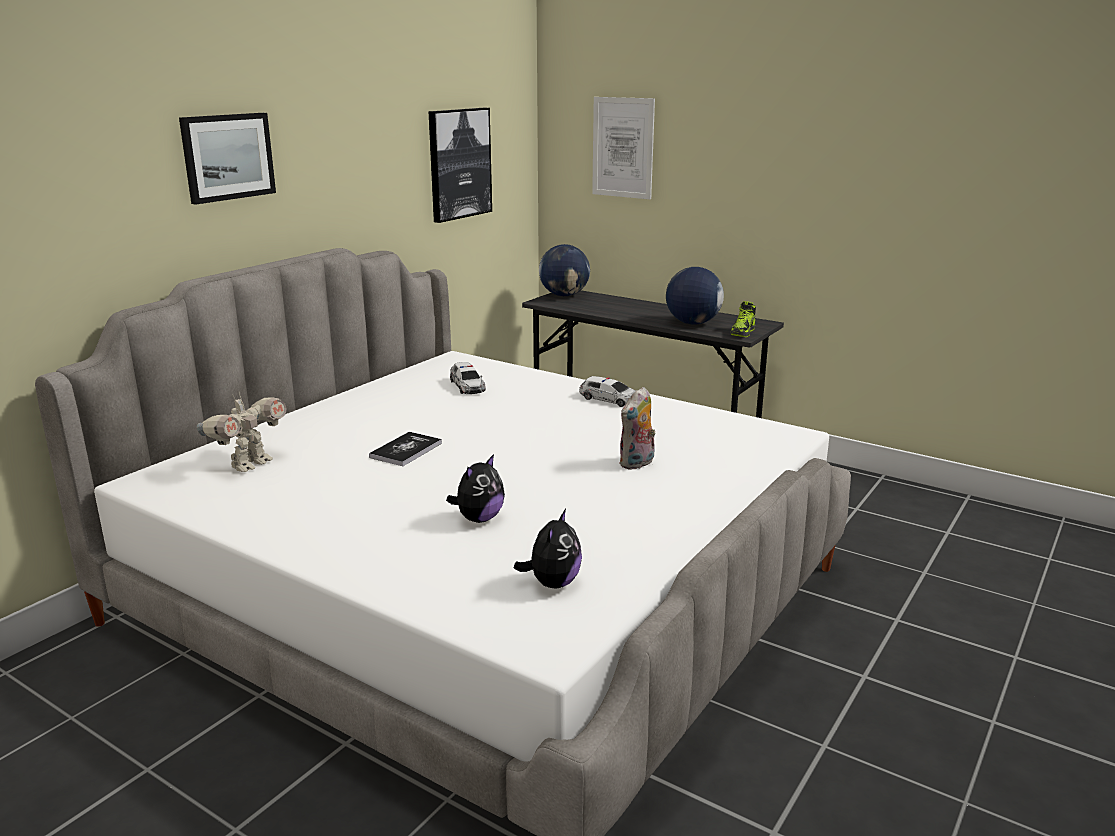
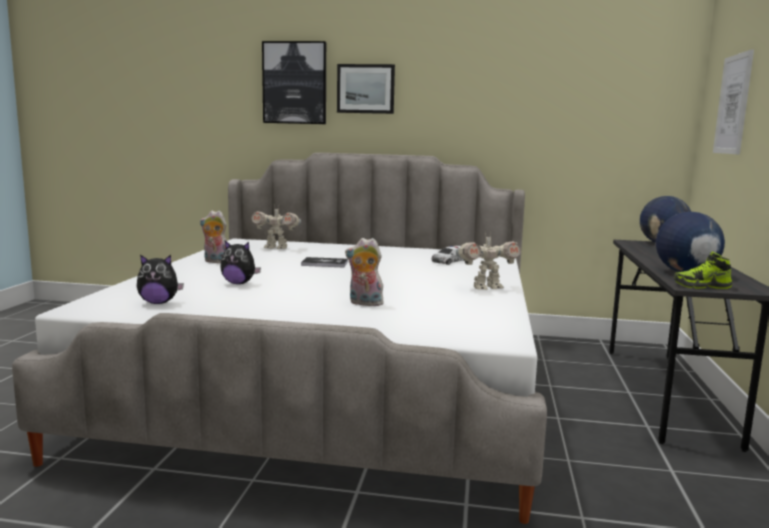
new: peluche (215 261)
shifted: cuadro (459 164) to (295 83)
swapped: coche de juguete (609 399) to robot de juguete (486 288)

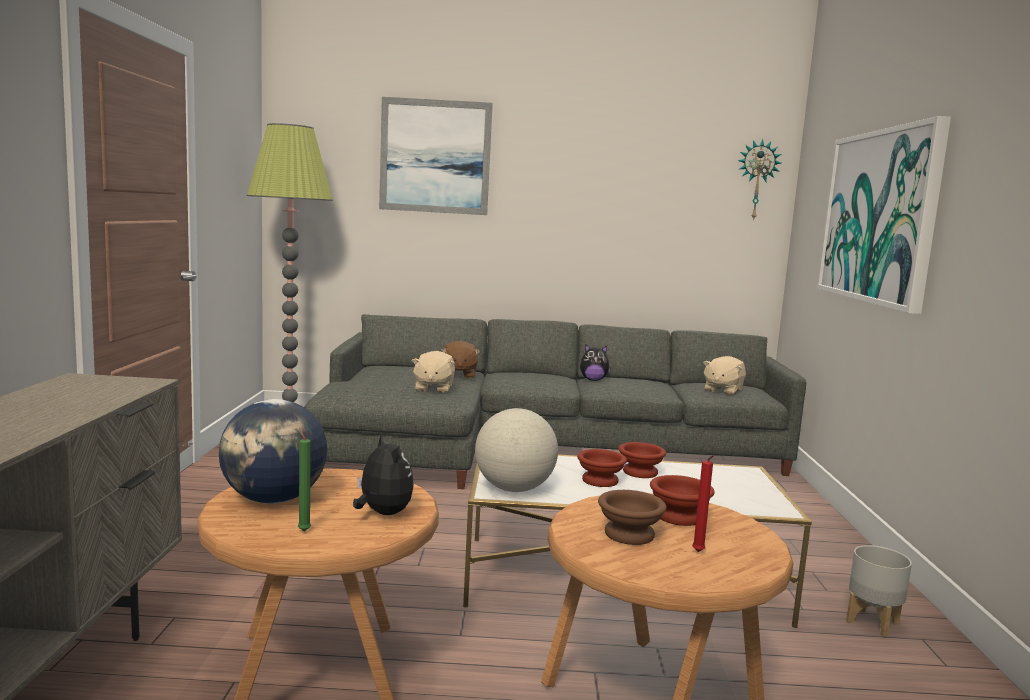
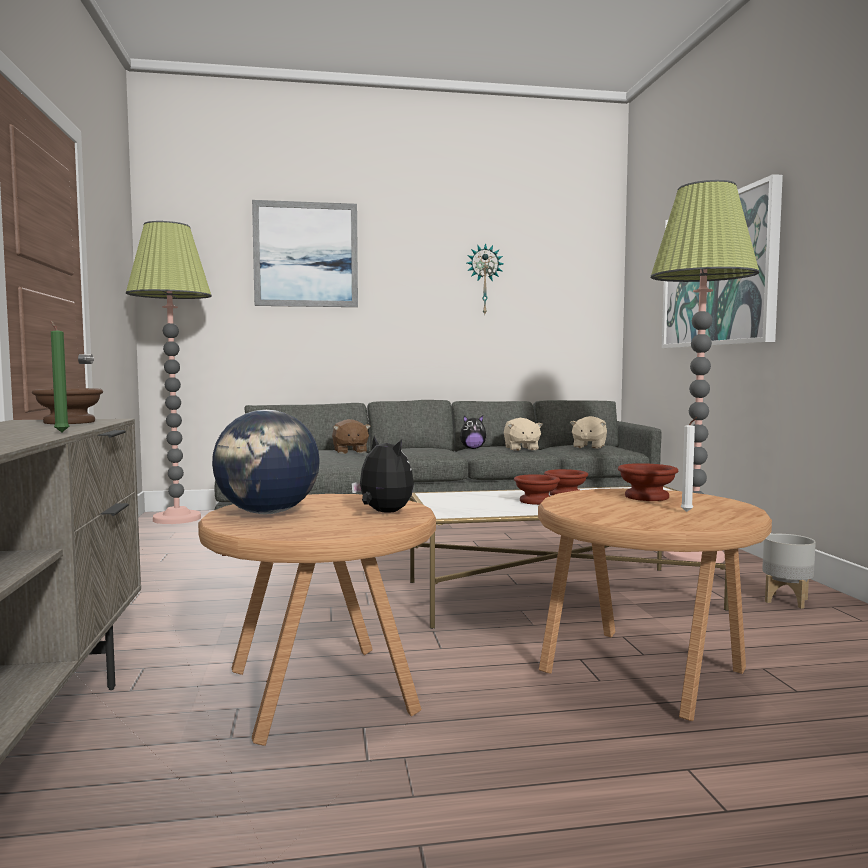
gone: globo terráqueo (514 489)
new: lámpara de pie (693 556)
shifted: vela (verde) (303 530) to (61 432); peluche (beis) (433 388) to (521 449); cuenco (marrón) (628 535) to (67 422); reloj de pared (756 180) to (484 279)
repainted: vela (rojo) (698 553) to vela (blanco) (688 512)

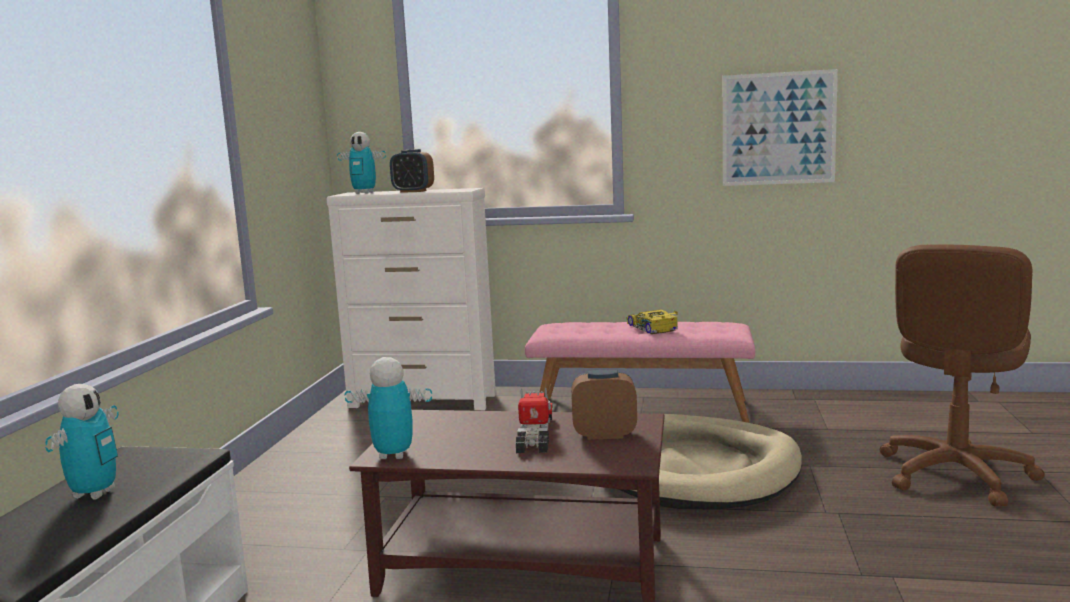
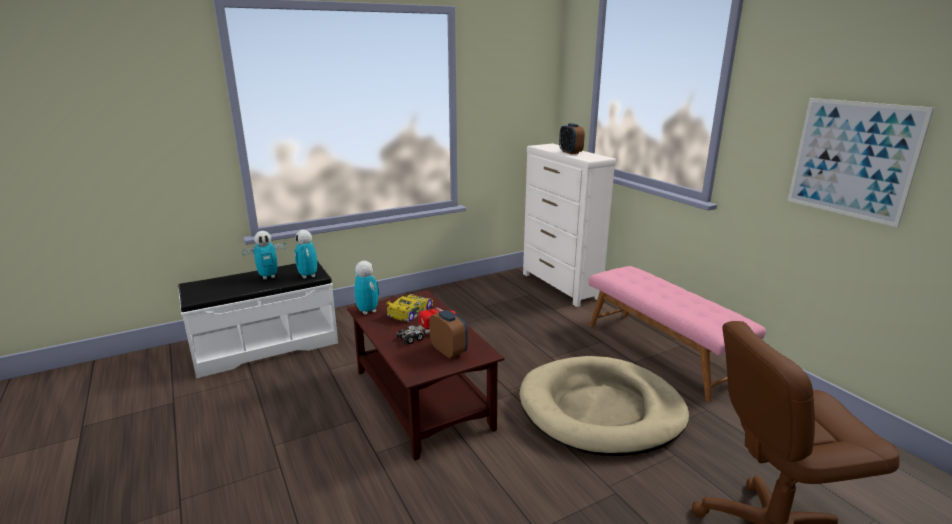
shifted: robot de juguete (364 193) to (308 276); coche de juguete (652 328) to (409 312)

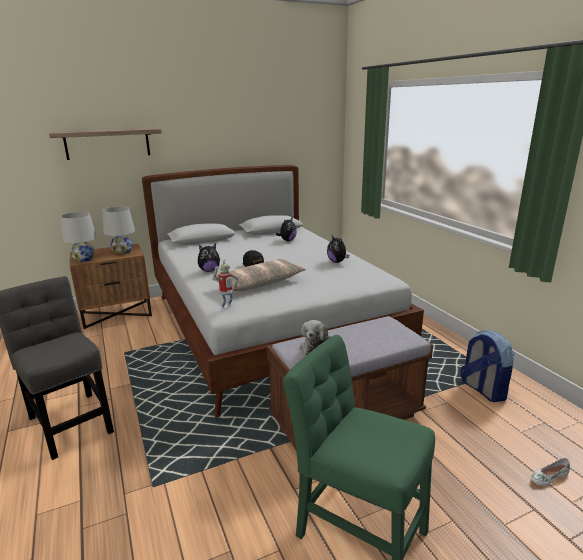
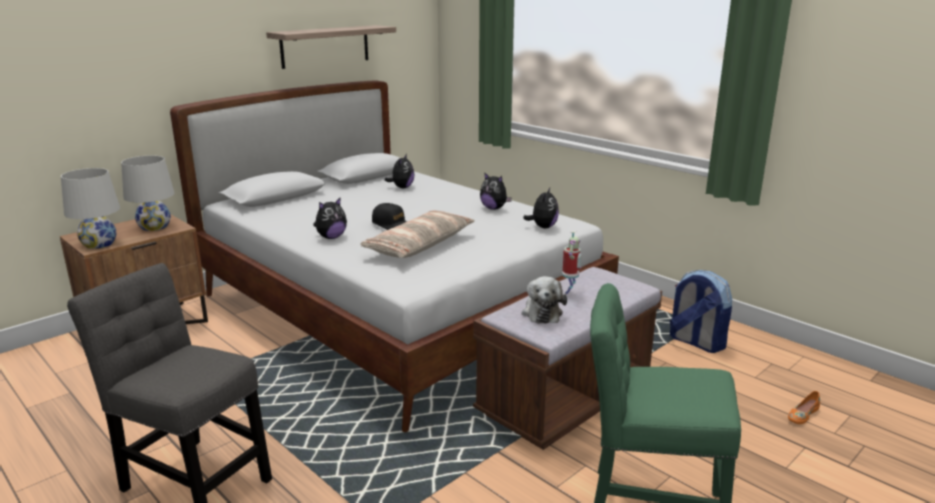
new: peluche (543 227)
shifted: estante (107 143) to (325 46); robot de juguete (227 307) to (569 294)
repainted: zapato (blanco) (548 476) to zapato (naranja) (802 414)

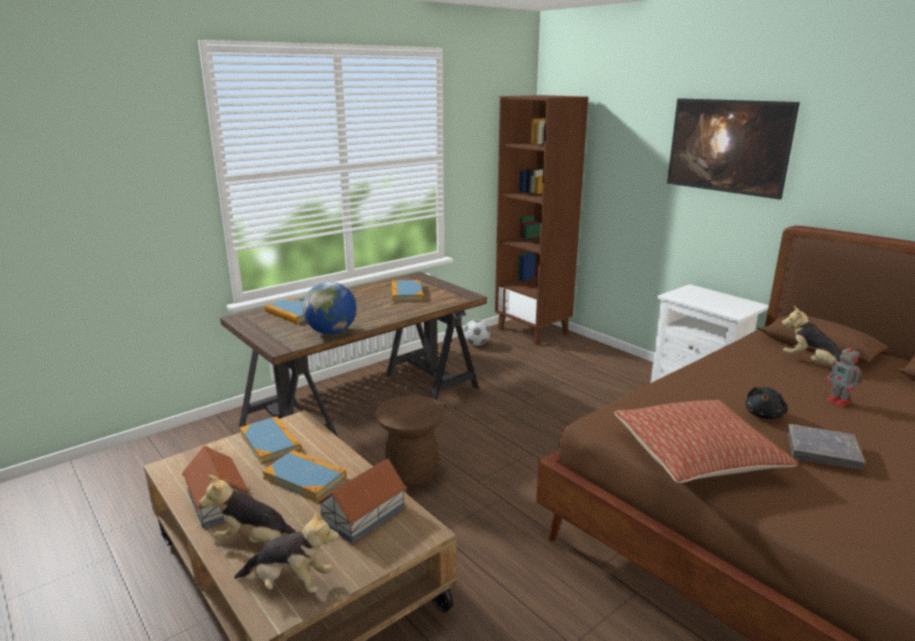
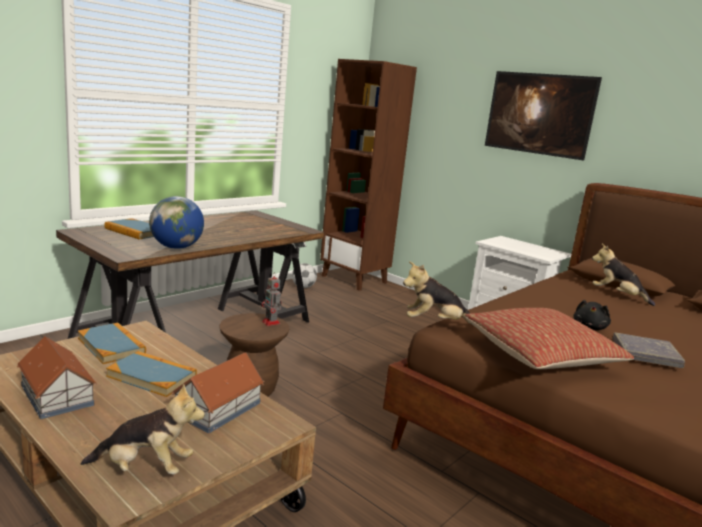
gone: libro (406 293)
shifted: peluche (257 541) to (434 323); robot de juguete (839 402) to (271 323)

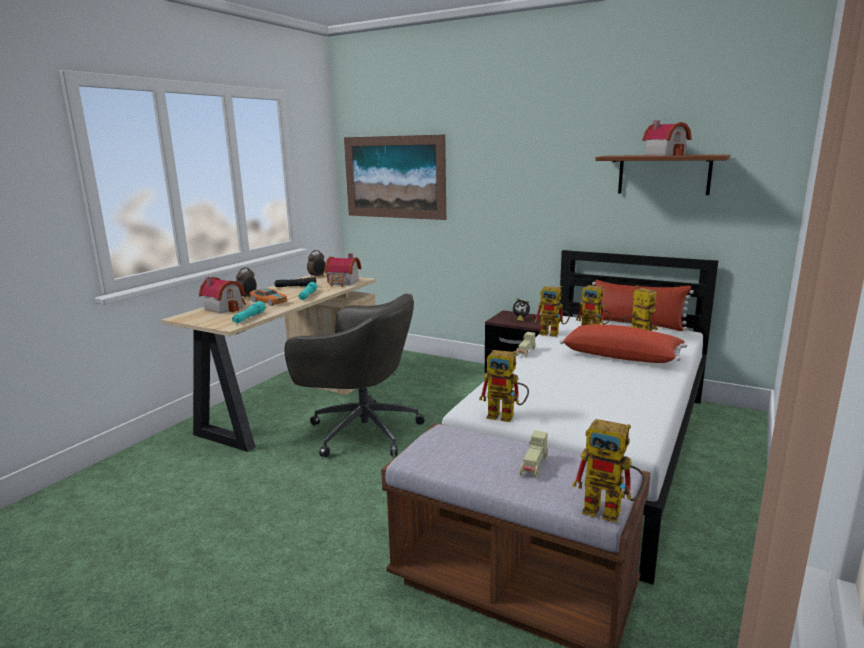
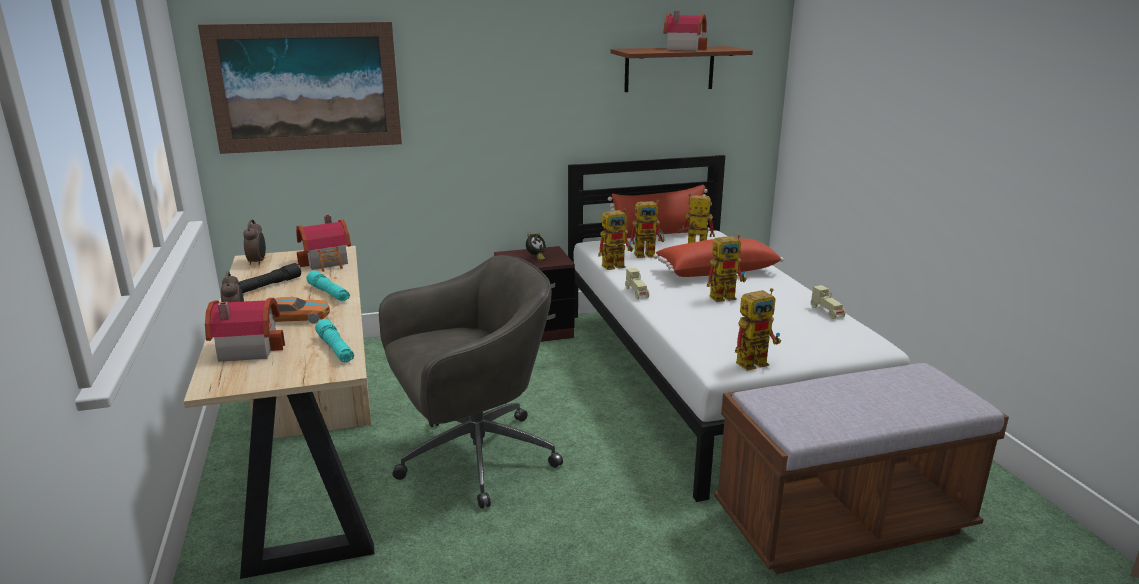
shifted: coche de juguete (beis) (534 466) to (827 312); robot de juguete (611 511) to (726 296)

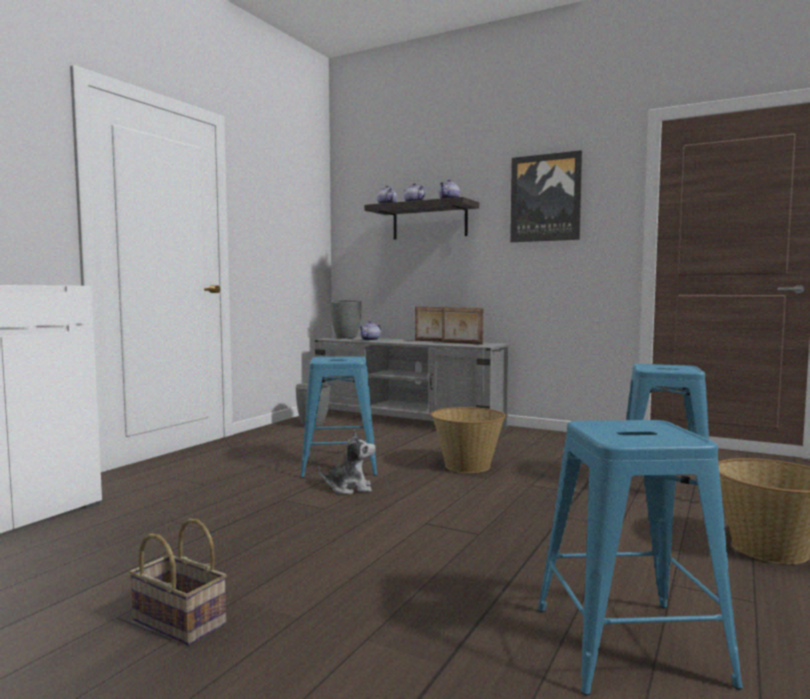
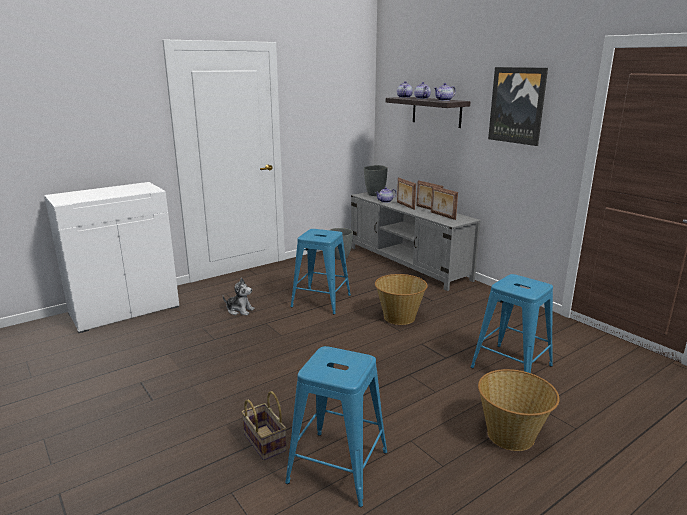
new: portarretratos (405 206)
shifted: cesta (176 622) to (263 442); peluche (349 488) to (239 310)

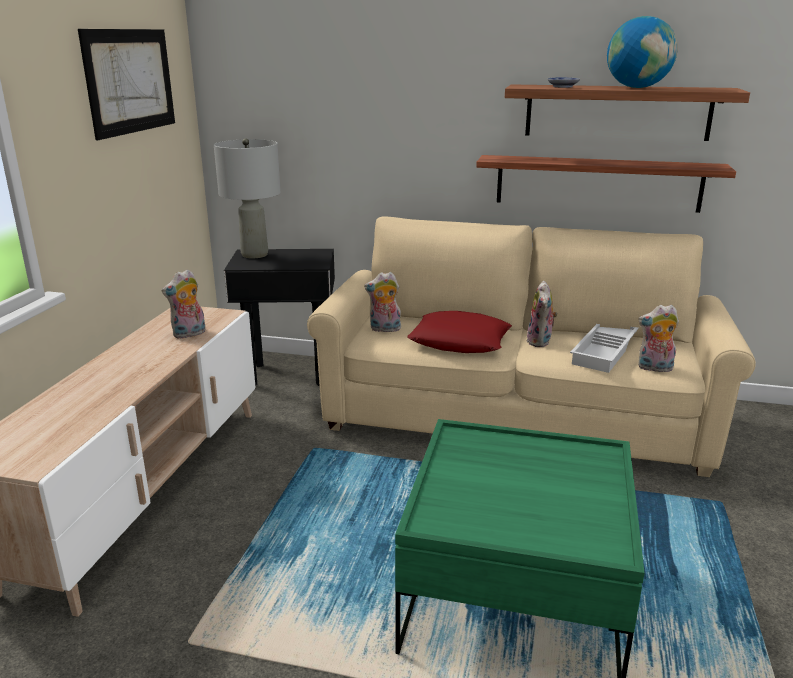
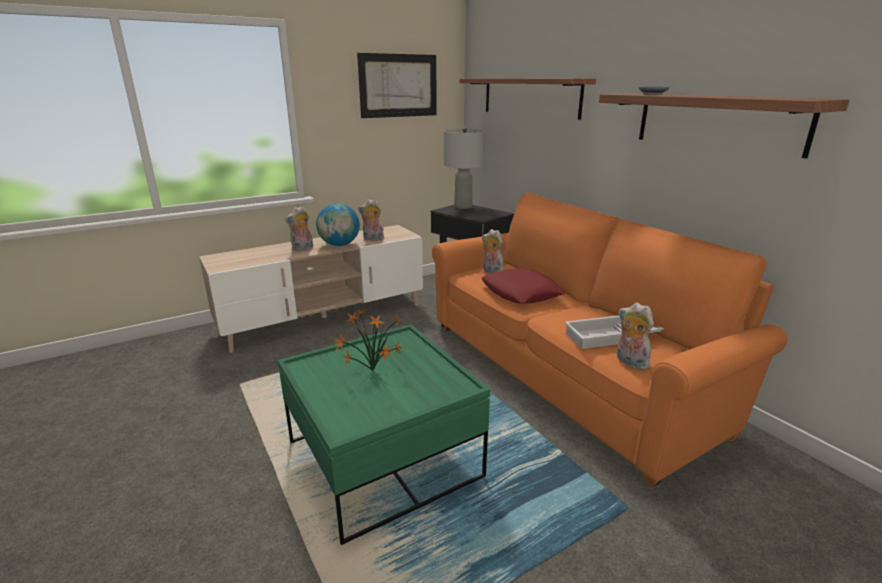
new: planta en maceta (370 371)
shifted: estante (597 183) to (529 97); peluche (540 342) to (302 249); globo terráqueo (637 87) to (340 245)
repainted: sofá (beis) (515 415) to sofá (naranja) (568 371)

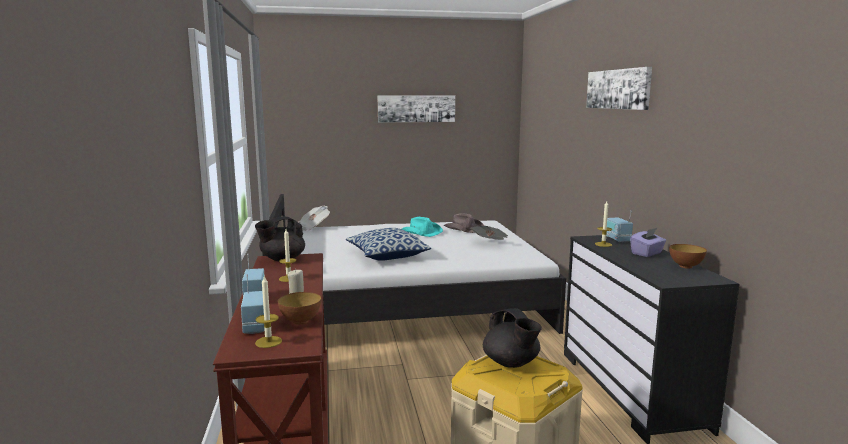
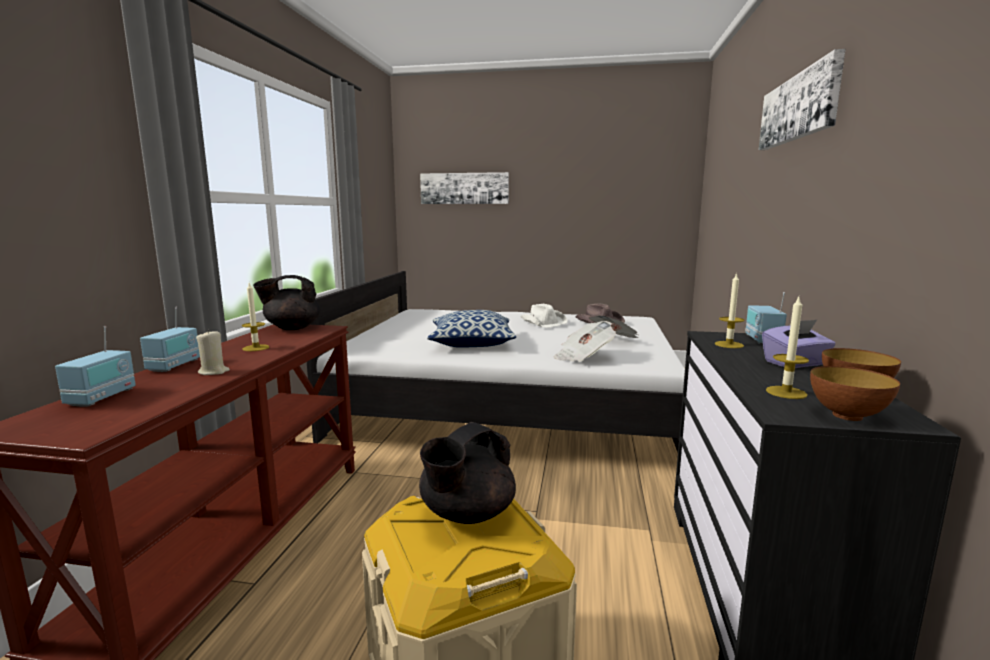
shifted: vela (268 342) to (786 392); cuenco (300 321) to (847 416); periódico (312 228) to (583 357); cuadro (416 108) to (464 188)
repainted: sombrero (turquesa) (421 232) to sombrero (blanco) (543 322)
rotated: tetera (negro) (511 363) = (466 514) 45 degrees clockwise

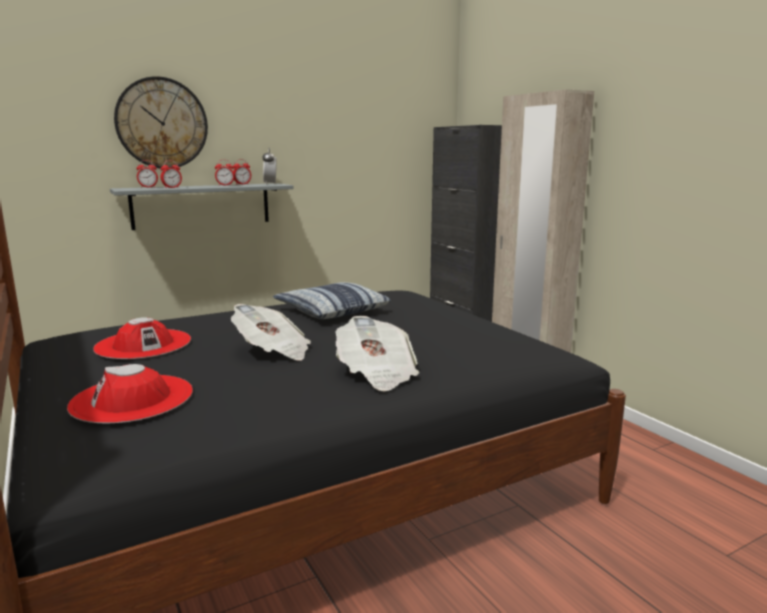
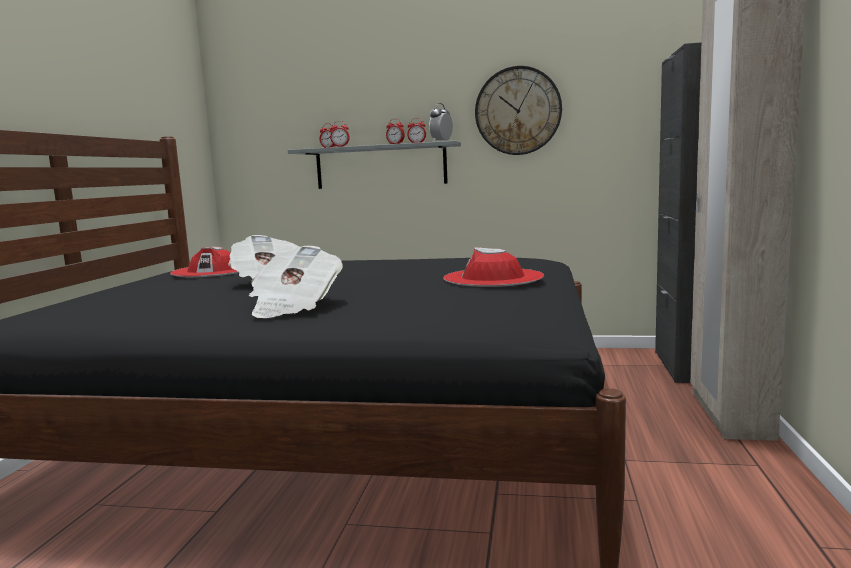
gone: cojín (331 311)
shifted: sombrero (rojo) (132 399) to (493 278); reloj de pared (162 123) to (518 111)

